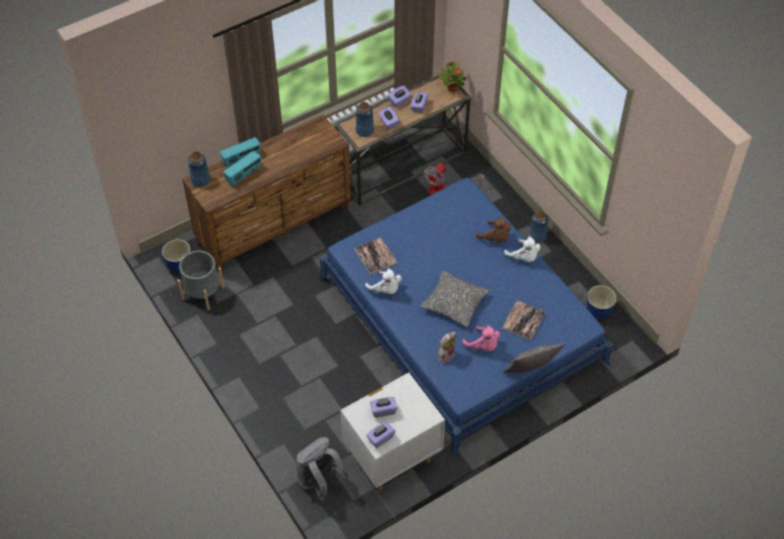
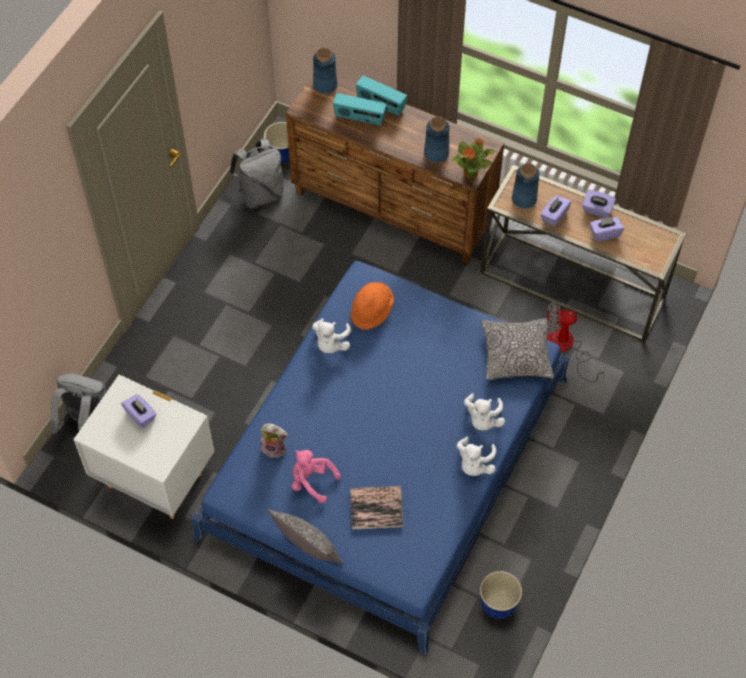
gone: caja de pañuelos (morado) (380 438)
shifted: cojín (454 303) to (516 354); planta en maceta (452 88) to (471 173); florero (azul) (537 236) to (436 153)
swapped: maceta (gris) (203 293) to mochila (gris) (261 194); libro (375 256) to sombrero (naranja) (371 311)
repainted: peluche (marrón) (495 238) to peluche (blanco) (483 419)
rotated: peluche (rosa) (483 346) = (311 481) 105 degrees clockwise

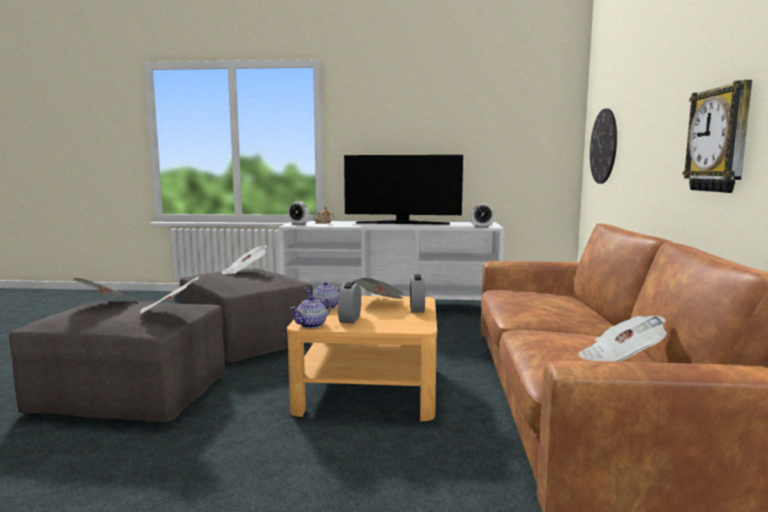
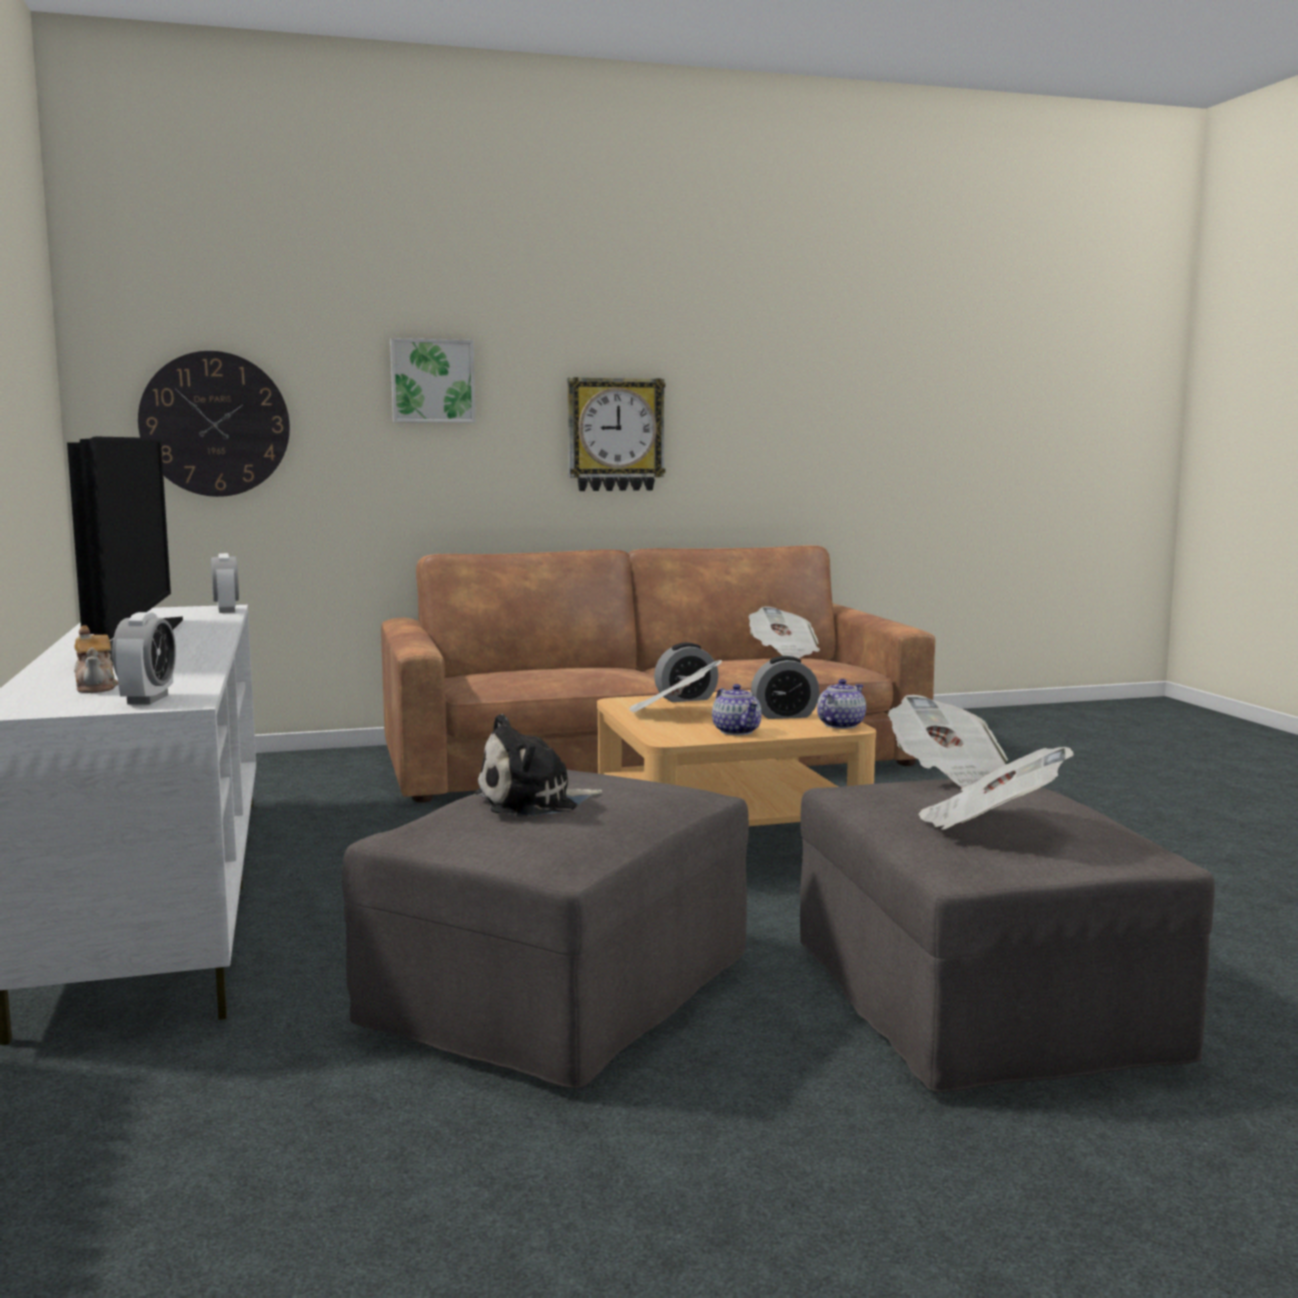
new: cuadro (432 381)
swapped: periódico (245 272) to peluche (533 802)
rotated: tetera (312 325) = (840 725) 75 degrees counterclockwise

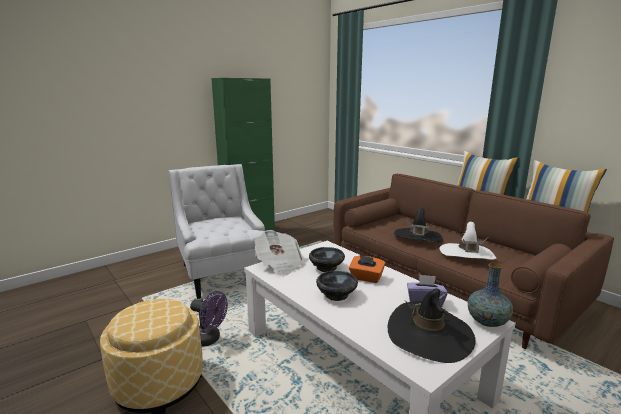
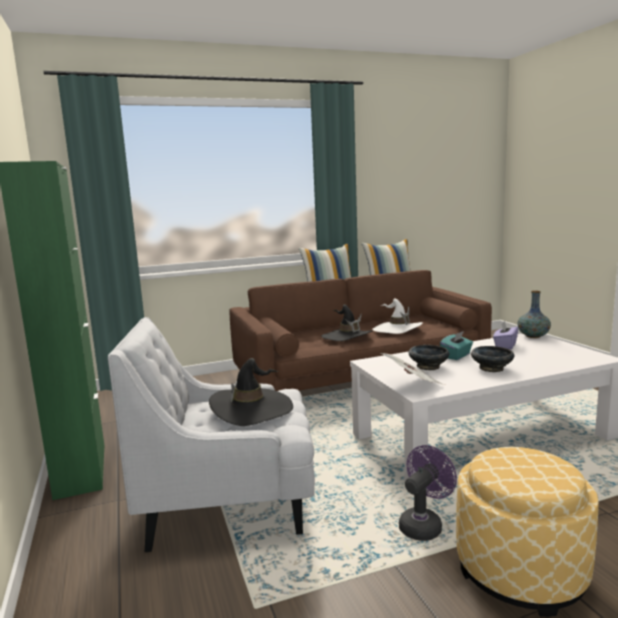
shifted: sombrero (negro) (429 335) to (251 409)
repainted: caja de pañuelos (naranja) (366 278) to caja de pañuelos (turquesa) (456 356)

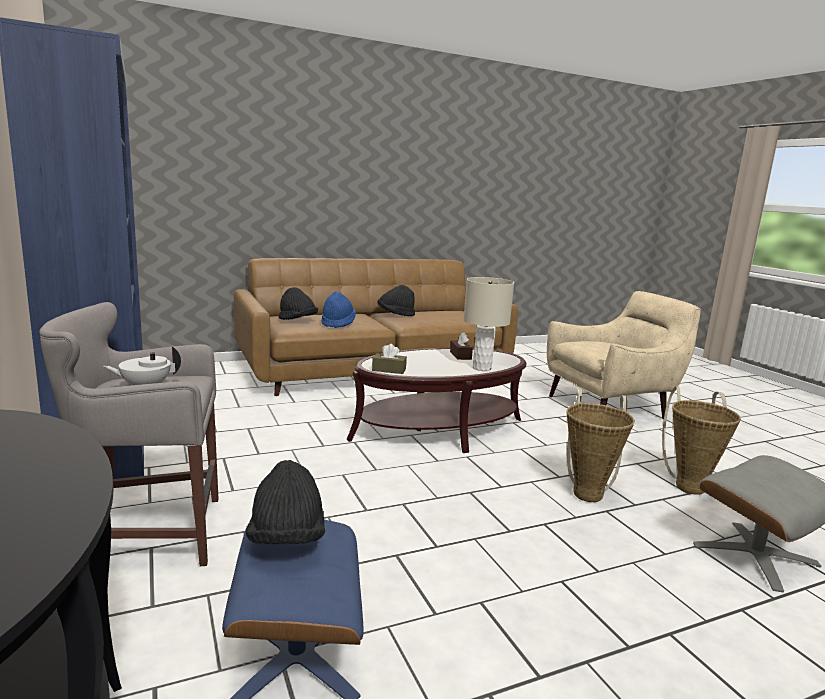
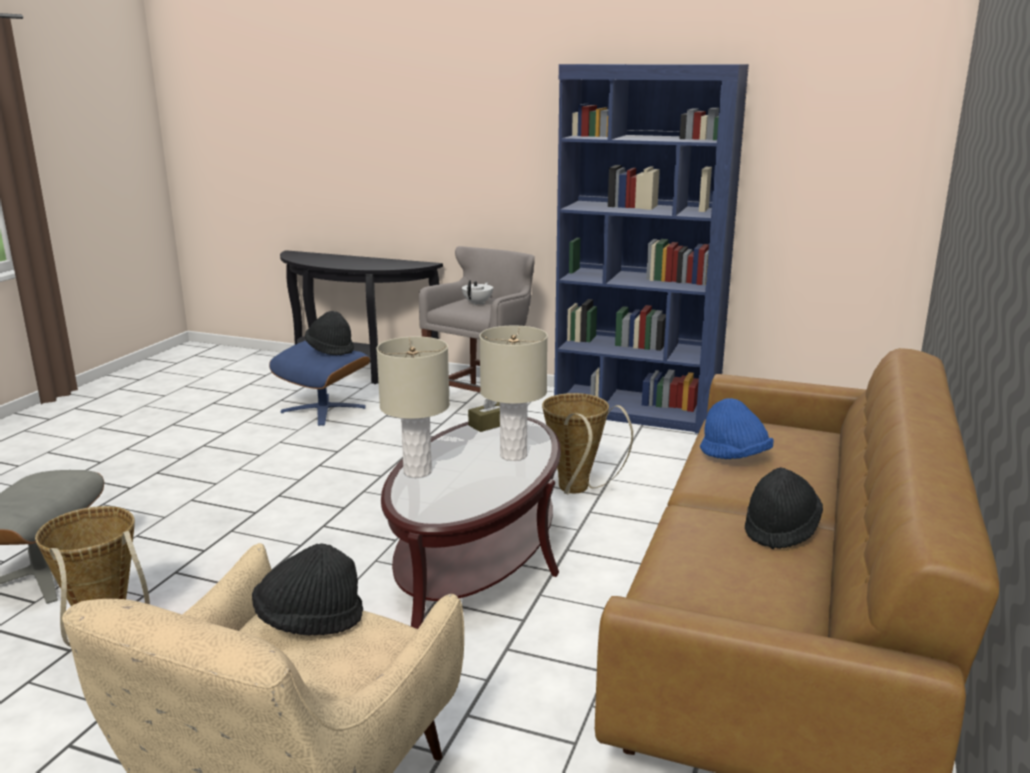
gone: caja de pañuelos (marrón) (460 355)
new: lámpara de mesa (beis) (513 455)
shifted: sombrero (negro) (297 321) to (309 621); cesta (588 492) to (577 490)

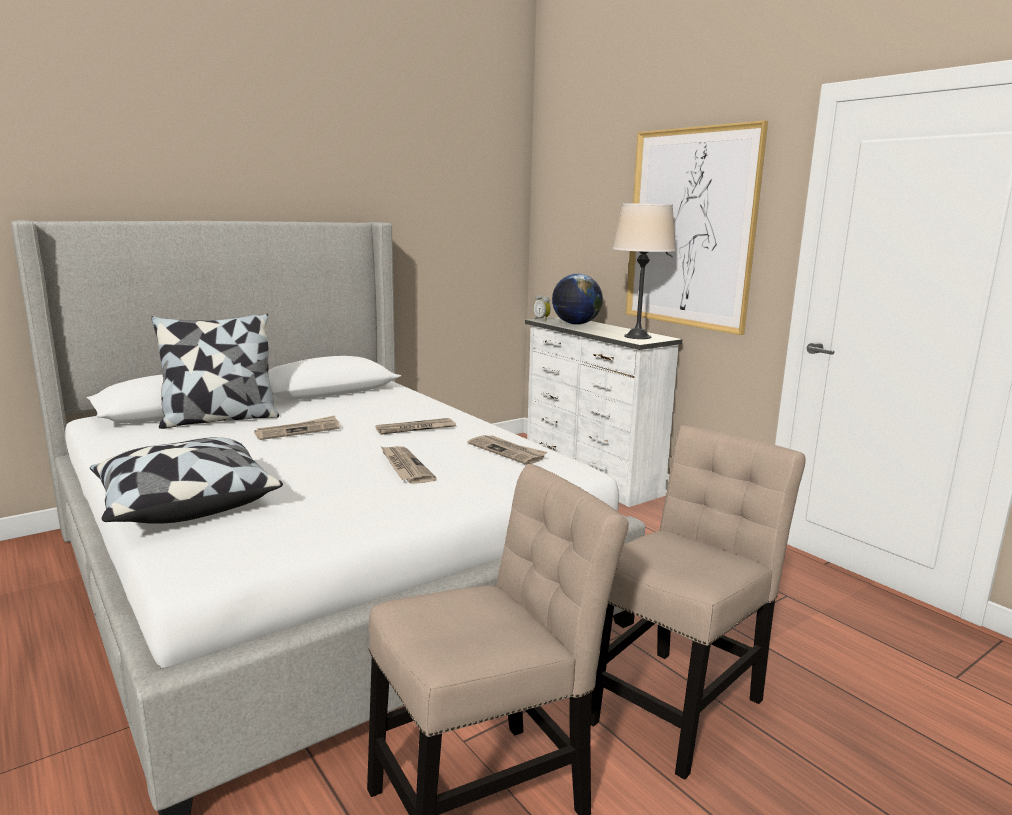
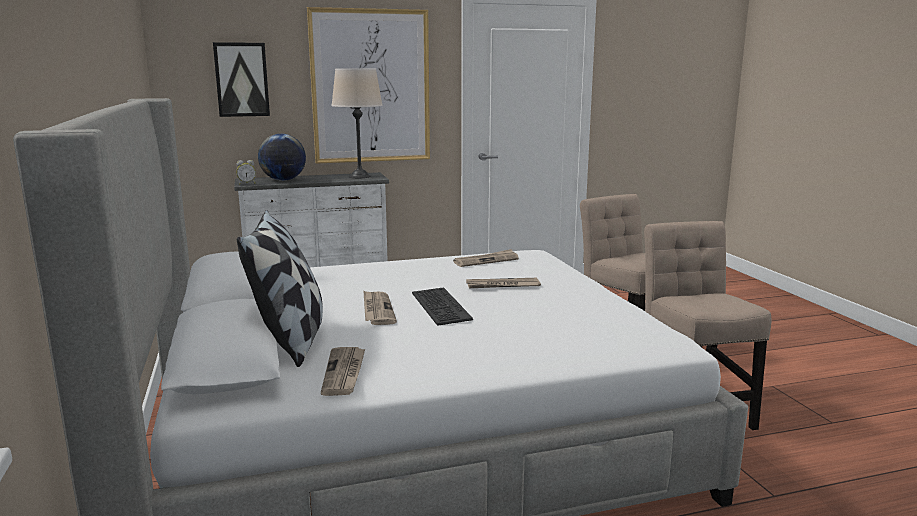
gone: cojín (184 504)
new: cuadro (242 79); teclado (439 306)
shifted: periódico (415 429) to (344 373)

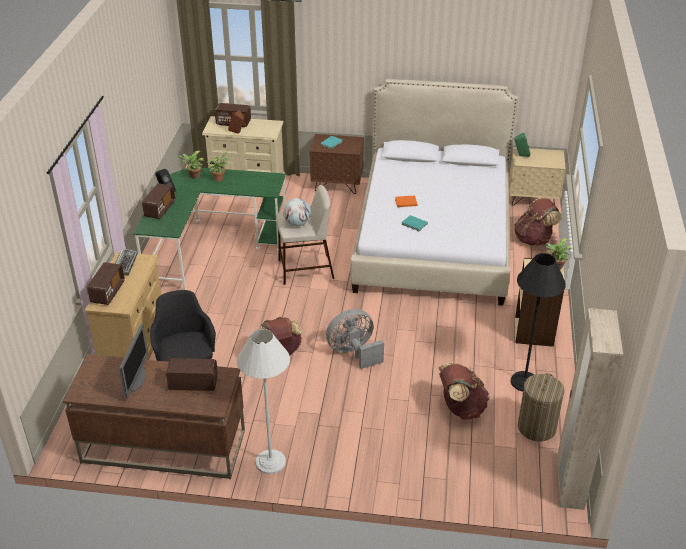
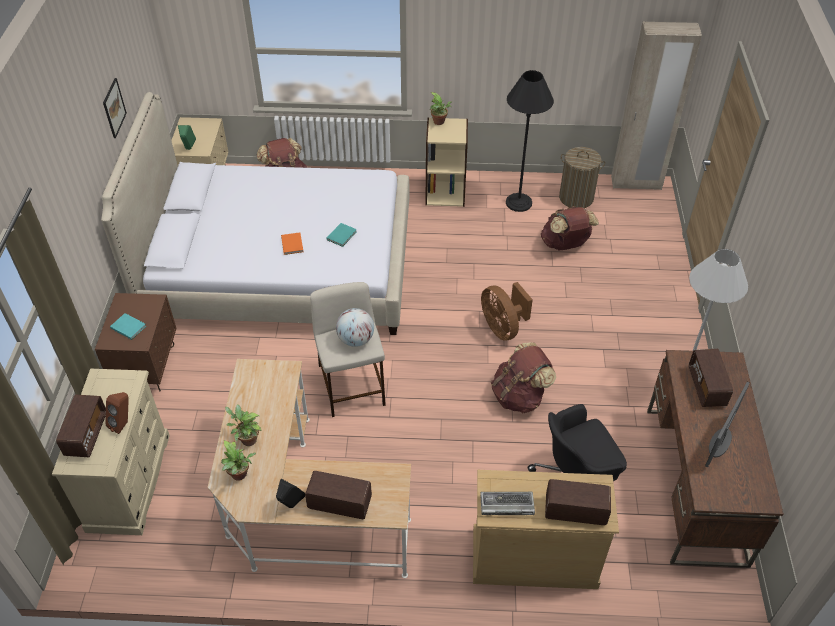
new: cuadro (114 108)
repainted: escritorio (verde) (208 247) to escritorio (beis) (301 508); ventilador (gris) (354 353) to ventilador (marrón) (502 327)
rotated: monitor (137 380) = (719 443) 60 degrees counterclockwise

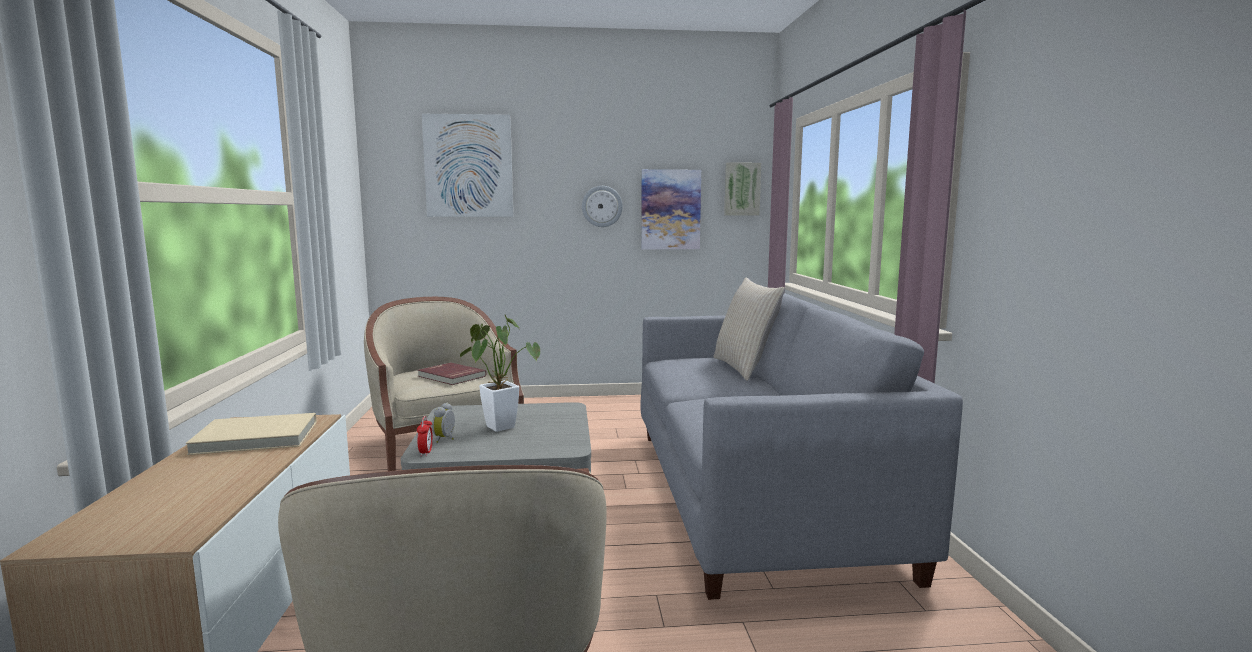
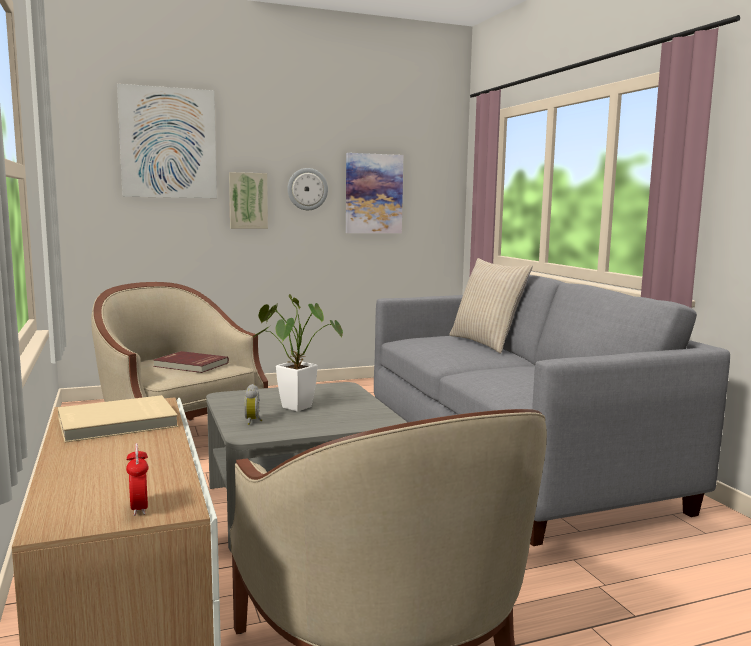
shifted: despertador (426 452) to (139 508); cuadro (742 189) to (248 200)

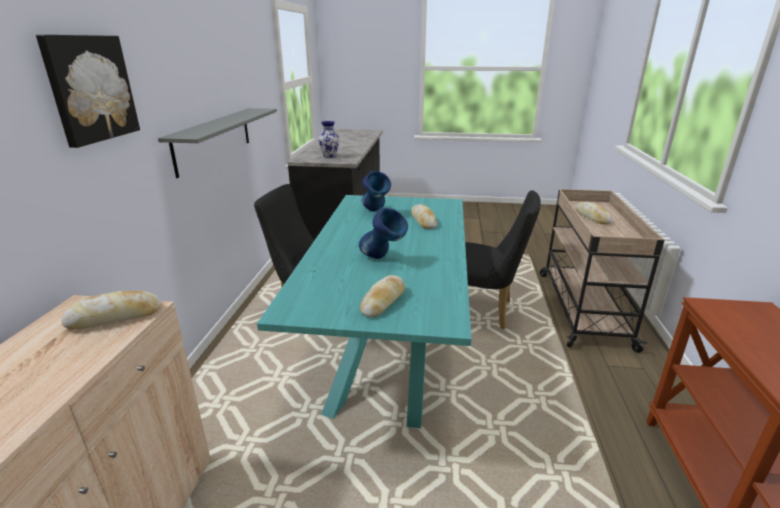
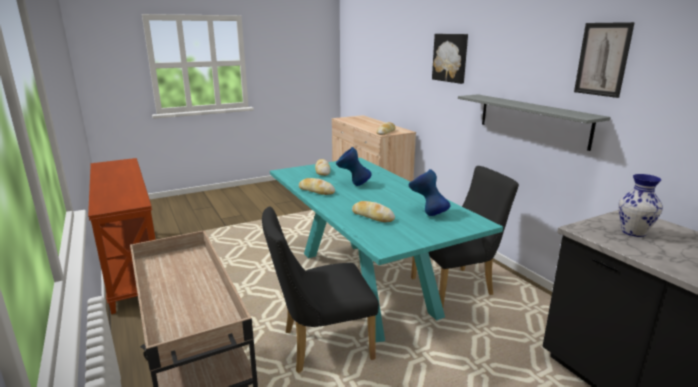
new: cuadro (602 59)
shifted: pan (591 217) to (316 191)

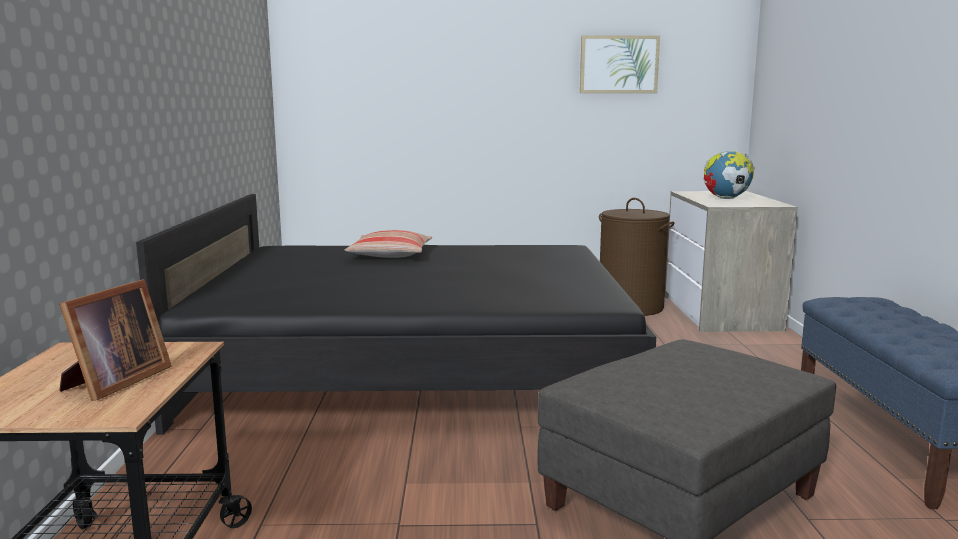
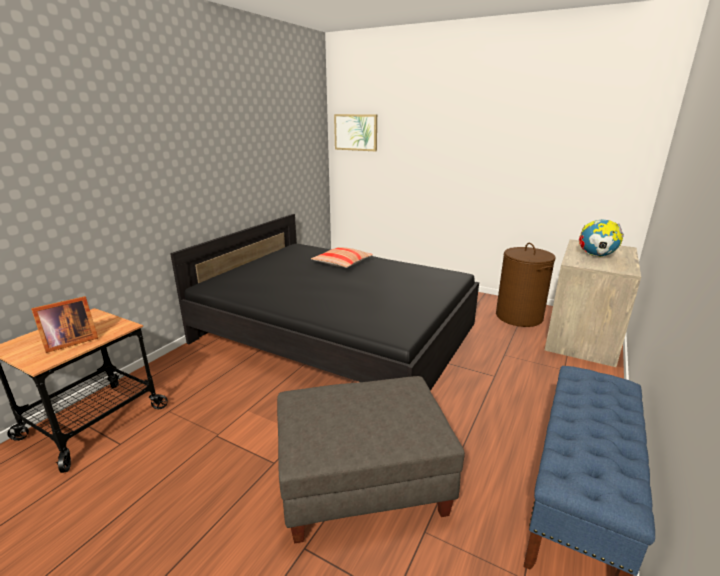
shifted: cuadro (619 64) to (356 132)

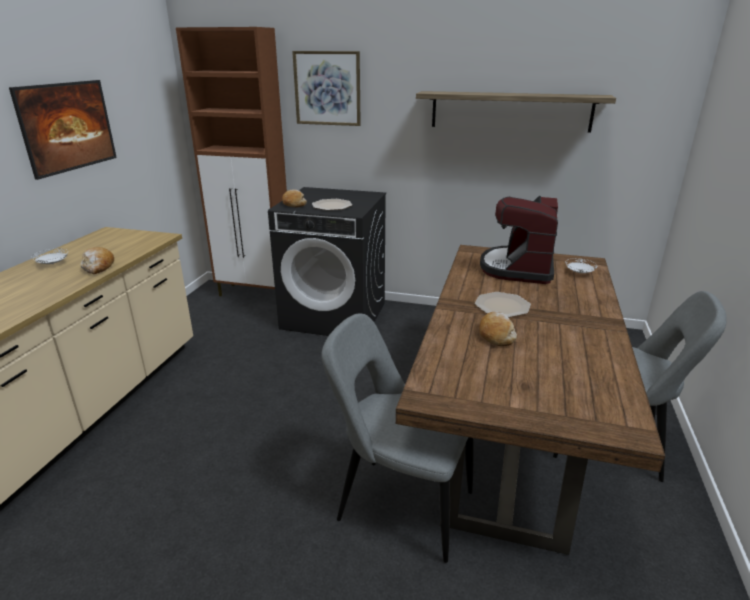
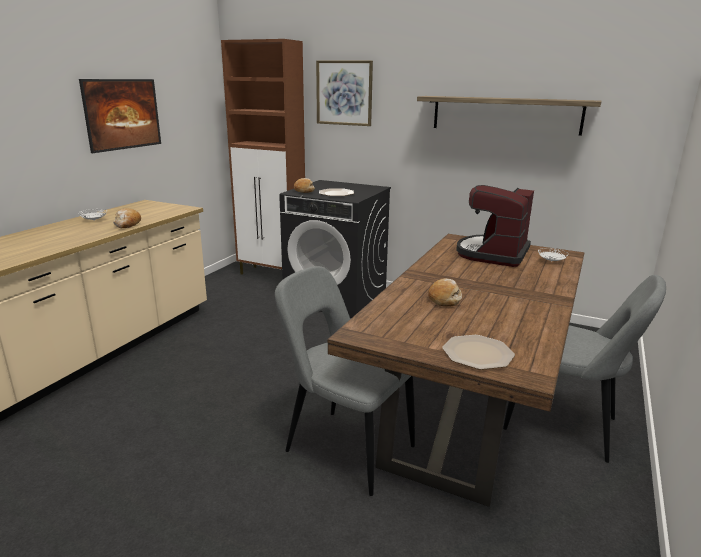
shifted: plato (502 306) to (477 354)

